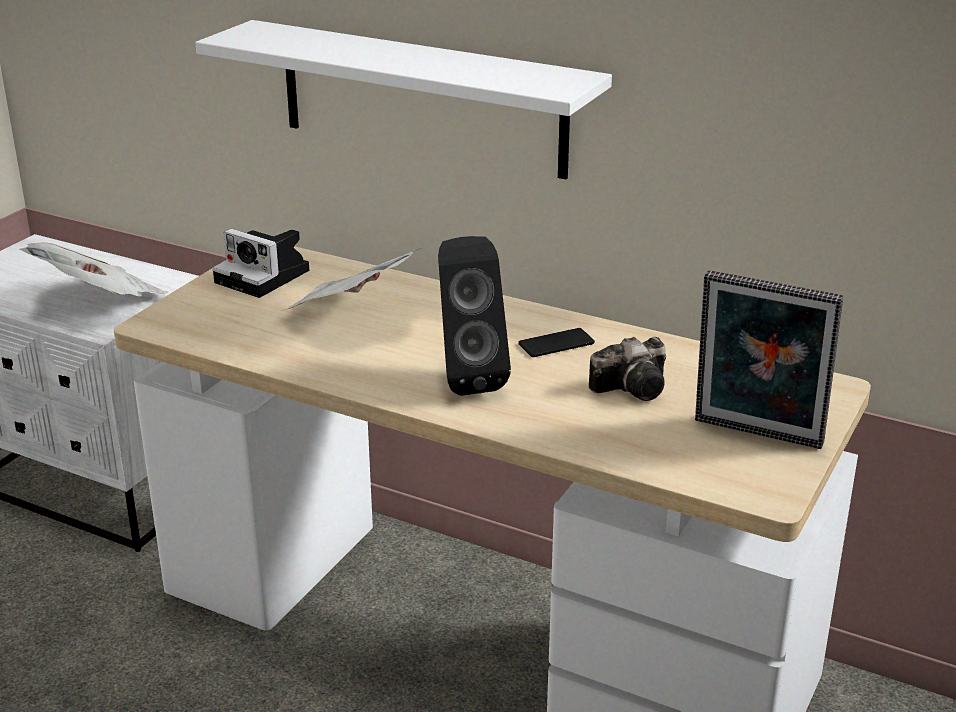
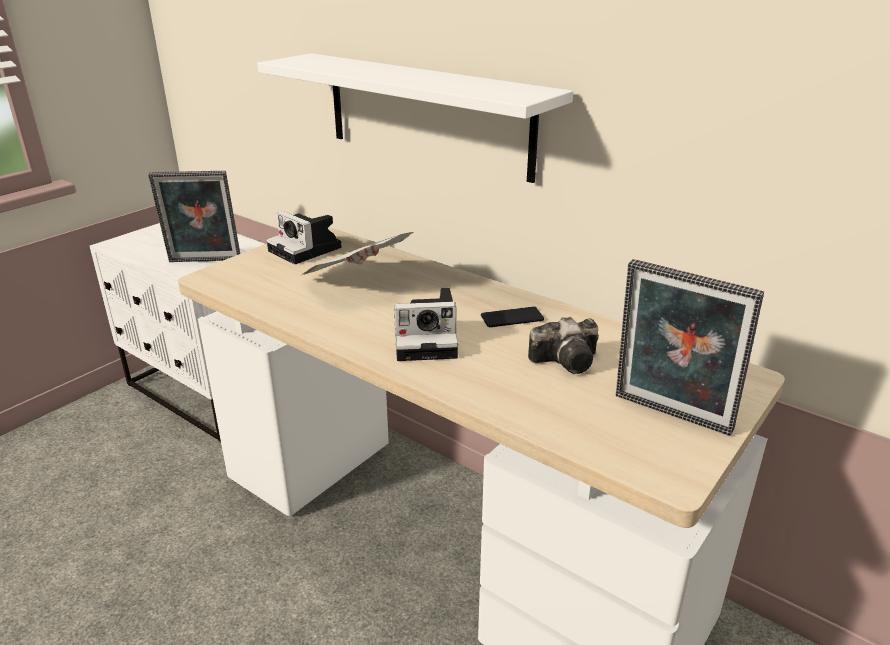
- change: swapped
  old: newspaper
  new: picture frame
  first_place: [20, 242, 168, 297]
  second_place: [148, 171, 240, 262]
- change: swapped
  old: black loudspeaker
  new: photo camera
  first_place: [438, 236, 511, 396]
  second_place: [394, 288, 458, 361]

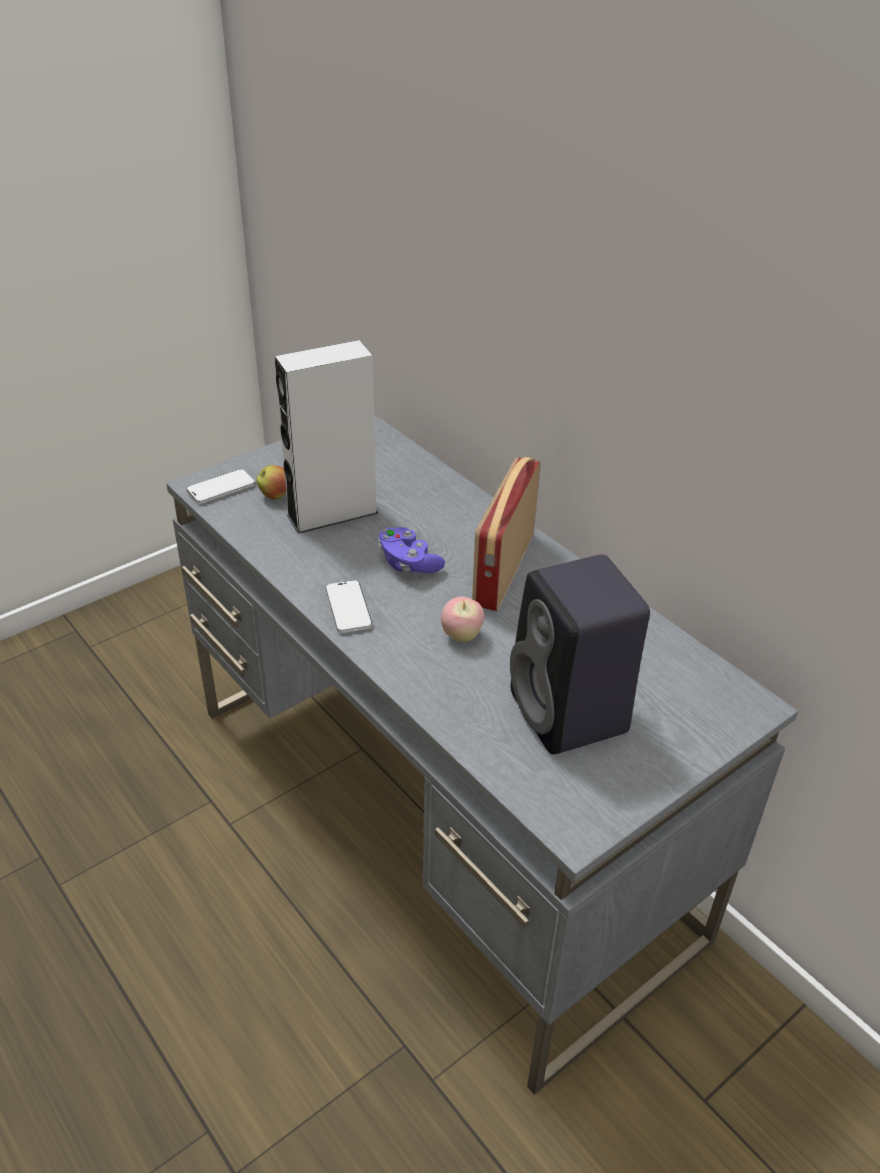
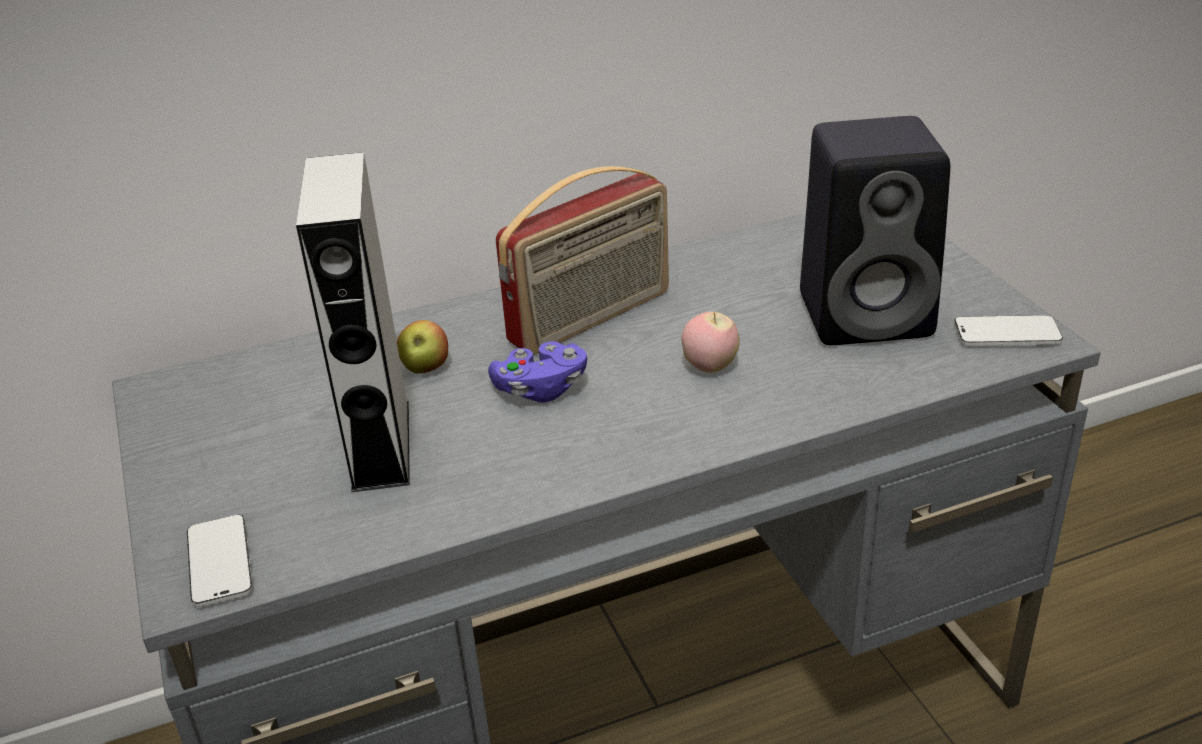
- change: shifted
  old: apple fruit
  first_place: [256, 465, 286, 500]
  second_place: [397, 320, 448, 373]
- change: shifted
  old: phone
  first_place: [325, 580, 372, 633]
  second_place: [954, 315, 1063, 346]
- change: rotated
  old: radio
  first_place: [472, 457, 541, 611]
  second_place: [496, 166, 669, 355]
  degrees: -75

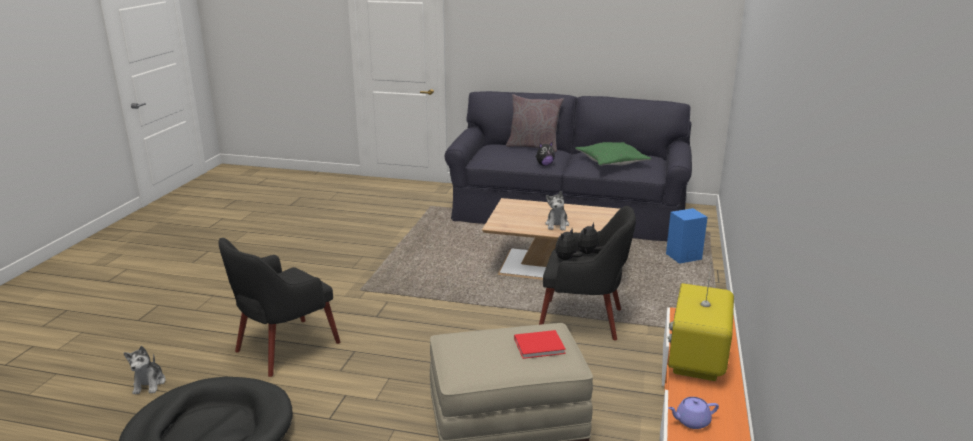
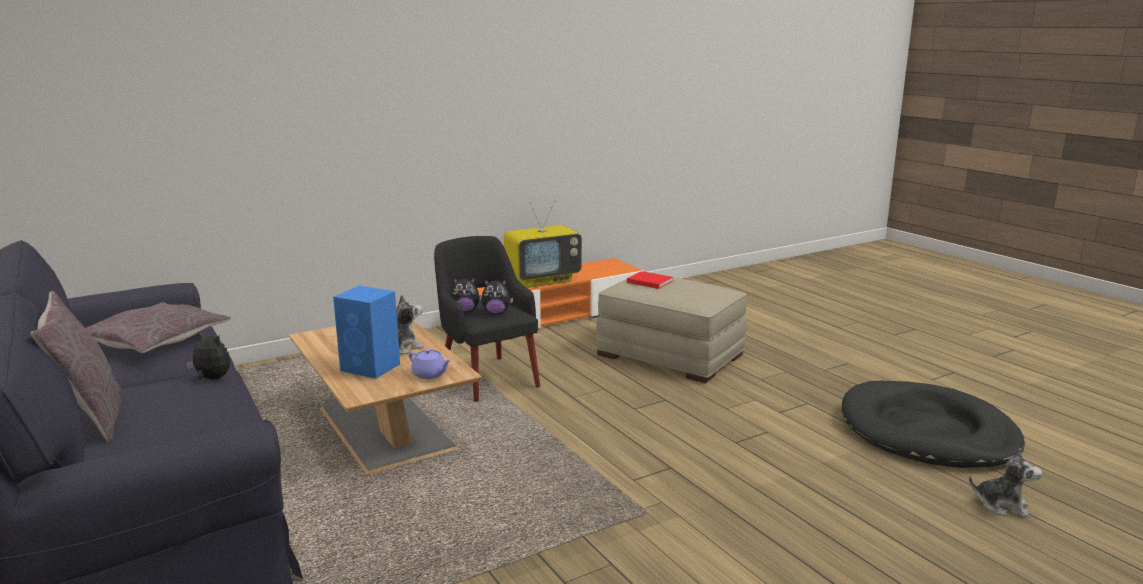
- change: gone
  old: black easy chair
  first_place: [219, 238, 340, 377]
- change: shifted
  old: bluish loudspeaker
  first_place: [666, 208, 708, 264]
  second_place: [333, 286, 400, 379]
- change: shifted
  old: purple teapot
  first_place: [668, 397, 719, 429]
  second_place: [409, 349, 451, 379]
- change: repainted
  old: green cushion
  new: grey cushion
  first_place: [575, 142, 652, 166]
  second_place: [86, 302, 231, 353]
- change: rotated
  old: soft toy
  first_place: [124, 346, 165, 395]
  second_place: [969, 448, 1043, 518]
  degrees: 75

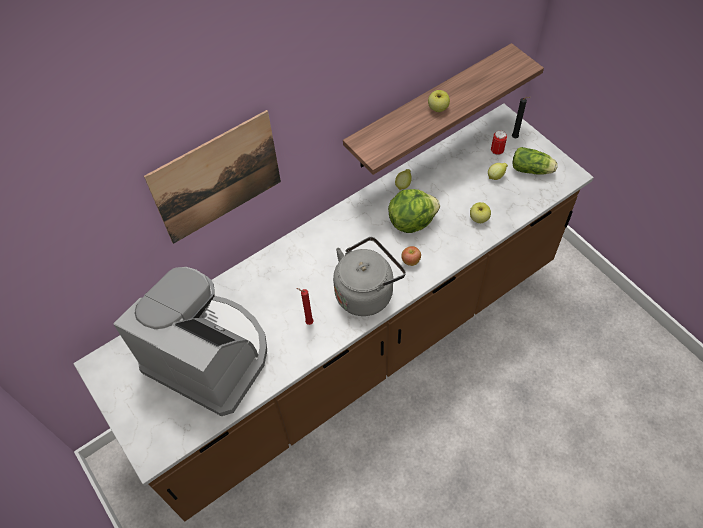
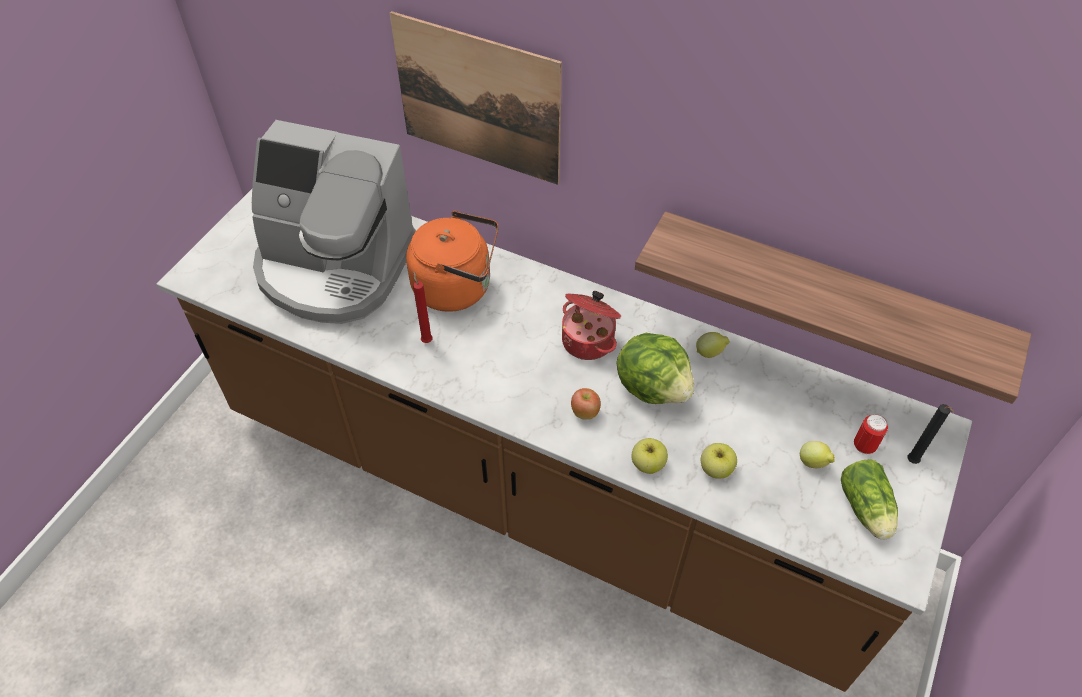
- change: gone
  old: grey water kettle
  first_place: [333, 237, 406, 316]
- change: new
  new: orange-coloured water kettle
  second_place: [406, 211, 498, 312]
- change: new
  new: saucepot
  second_place: [562, 291, 621, 360]
- change: shifted
  old: apple fruit
  first_place: [428, 90, 450, 112]
  second_place: [632, 438, 668, 474]
- change: rotated
  old: coffee maker
  first_place: [113, 267, 267, 416]
  second_place: [252, 120, 416, 324]
  degrees: 105

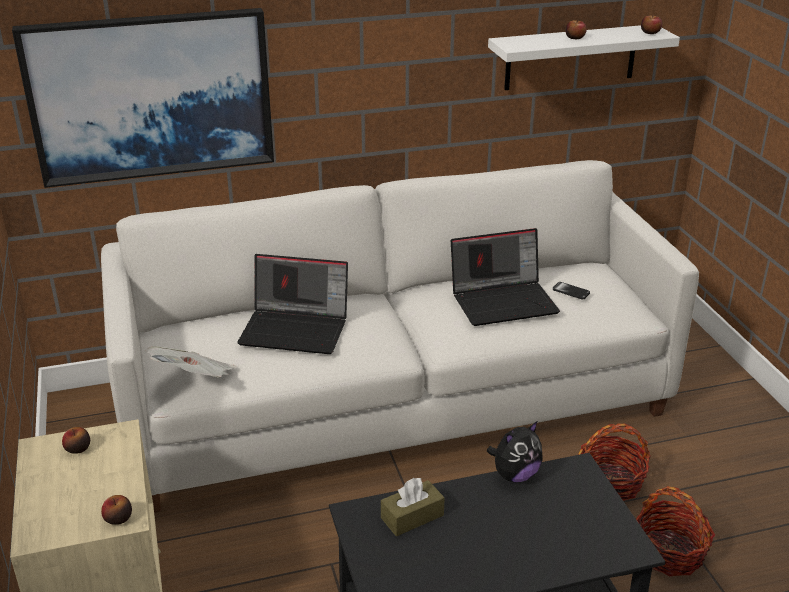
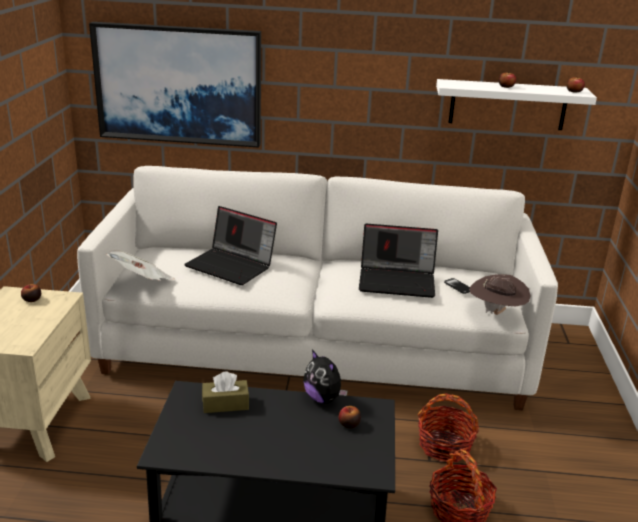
- change: new
  new: brownish wearable hat
  second_place: [469, 274, 531, 315]
- change: shifted
  old: apple fruit
  first_place: [101, 495, 132, 525]
  second_place: [339, 406, 361, 428]
- change: rotated
  old: soft toy
  first_place: [487, 421, 543, 482]
  second_place: [303, 350, 348, 403]
  degrees: 60

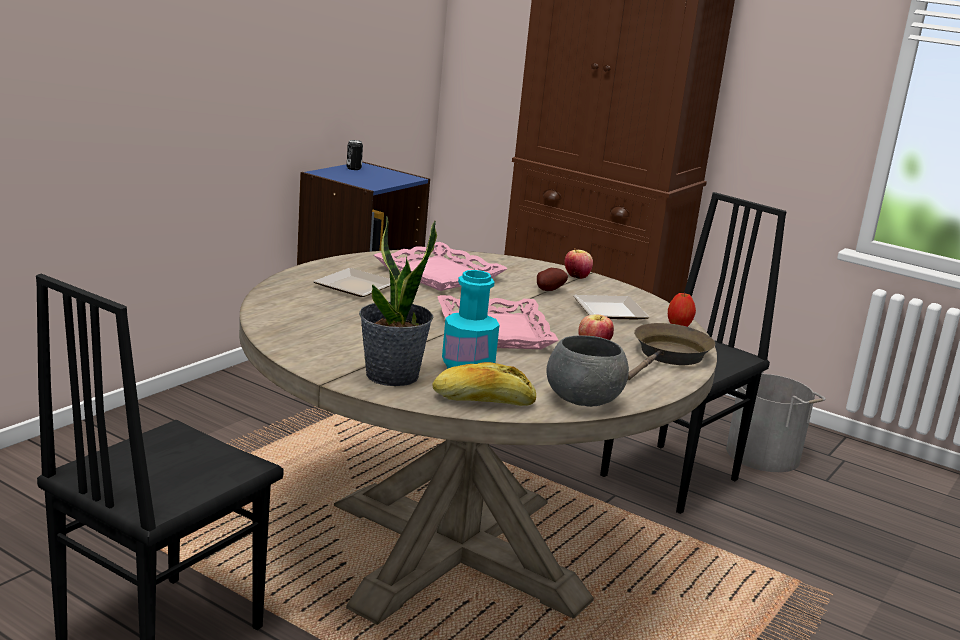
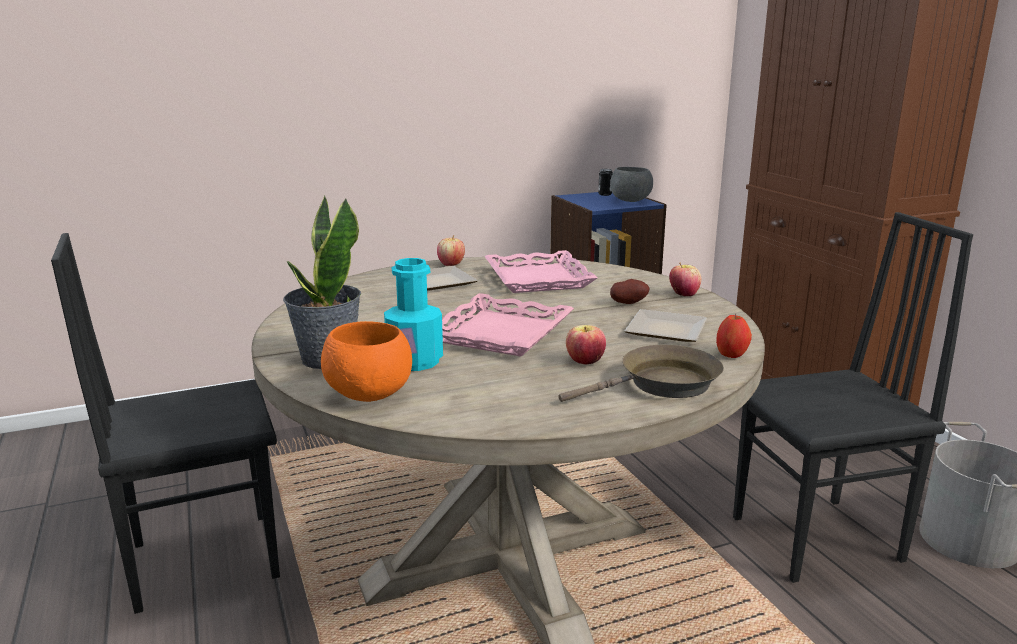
- change: new
  new: apple fruit
  second_place: [437, 235, 465, 266]
- change: shifted
  old: grey bowl
  first_place: [547, 335, 629, 407]
  second_place: [610, 167, 653, 202]
- change: swapped
  old: baked bread
  new: orange-coloured bowl
  first_place: [432, 362, 536, 406]
  second_place: [321, 321, 412, 402]

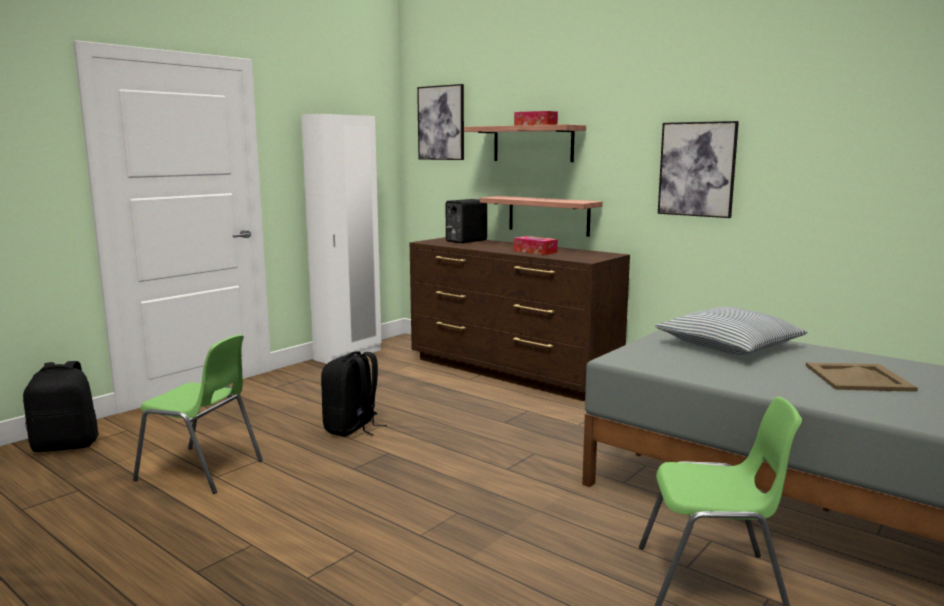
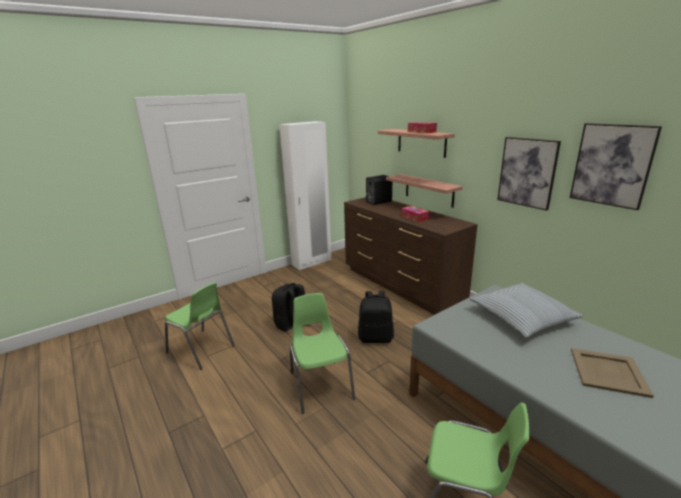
- change: new
  new: green chair
  second_place: [290, 293, 355, 414]
- change: shifted
  old: black rucksack
  first_place: [23, 361, 99, 452]
  second_place: [358, 291, 394, 343]
- change: shifted
  old: wall picture
  first_place: [417, 84, 464, 160]
  second_place: [570, 123, 662, 210]

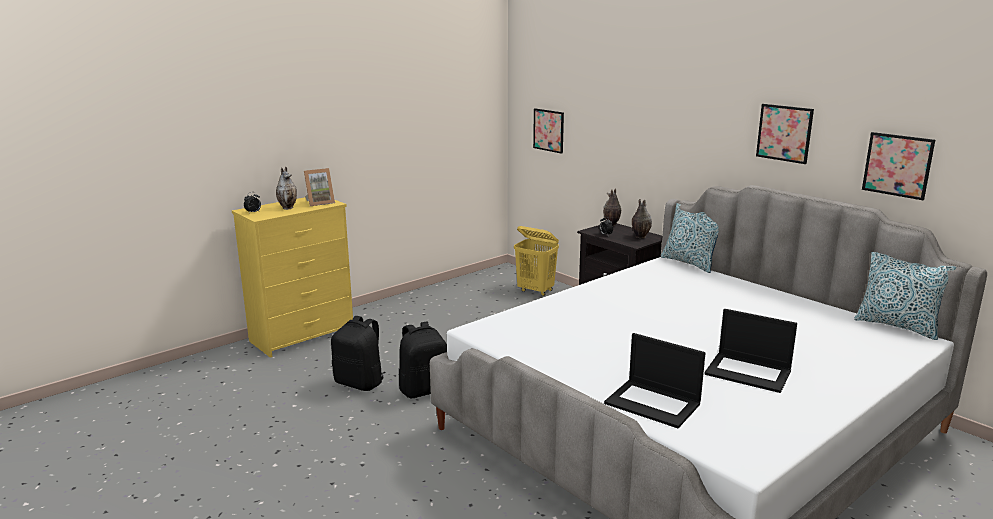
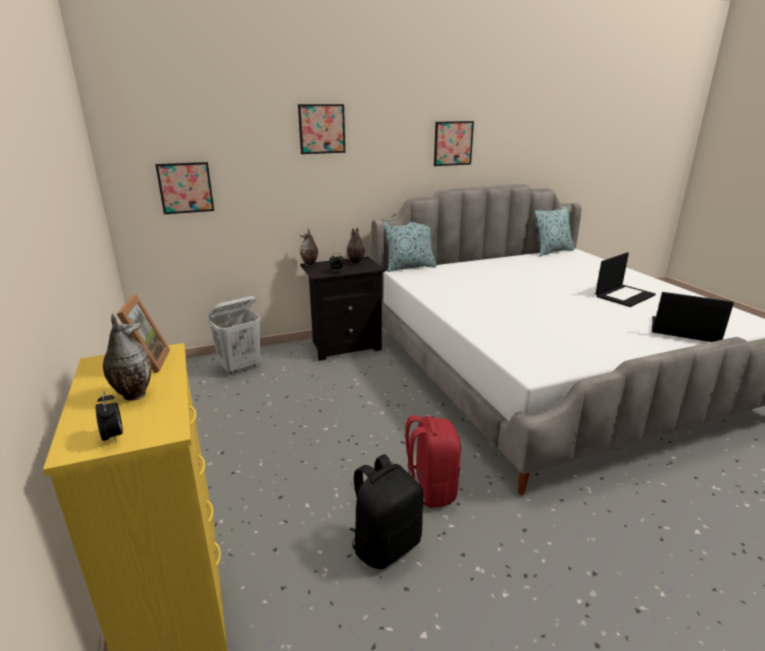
- change: shifted
  old: wall picture
  first_place: [862, 132, 935, 200]
  second_place: [298, 104, 345, 154]
- change: repainted
  old: black rucksack
  new: red rucksack
  first_place: [399, 321, 447, 398]
  second_place: [405, 415, 461, 508]
- change: repainted
  old: yellow-coloured hamper
  new: white-coloured hamper
  first_place: [514, 226, 559, 296]
  second_place: [208, 296, 261, 375]
- change: rotated
  old: laptop
  first_place: [604, 333, 705, 428]
  second_place: [652, 292, 734, 342]
  degrees: -120

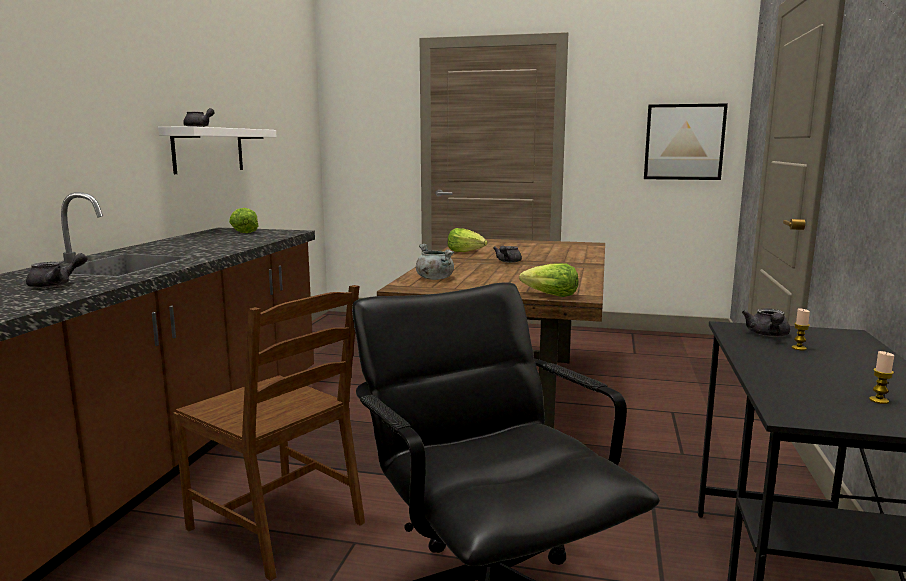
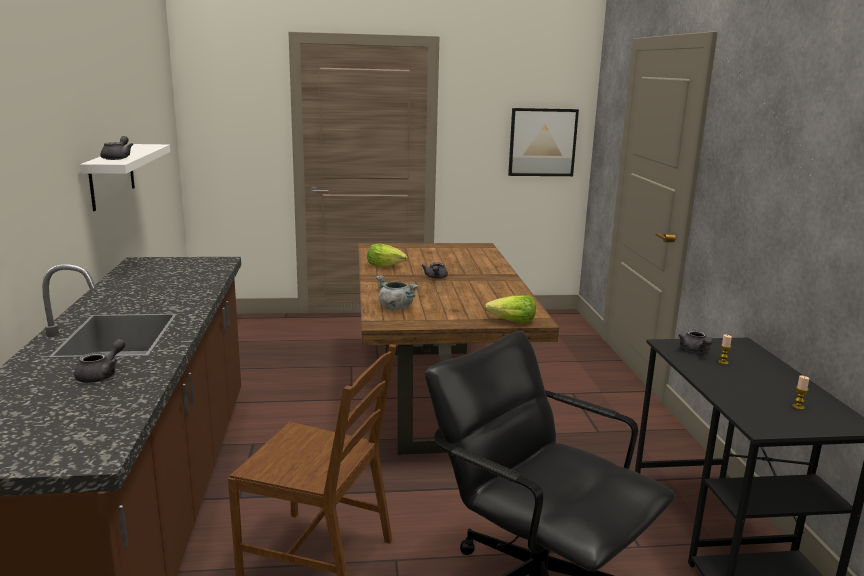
- change: gone
  old: lettuce head
  first_place: [229, 208, 259, 233]

